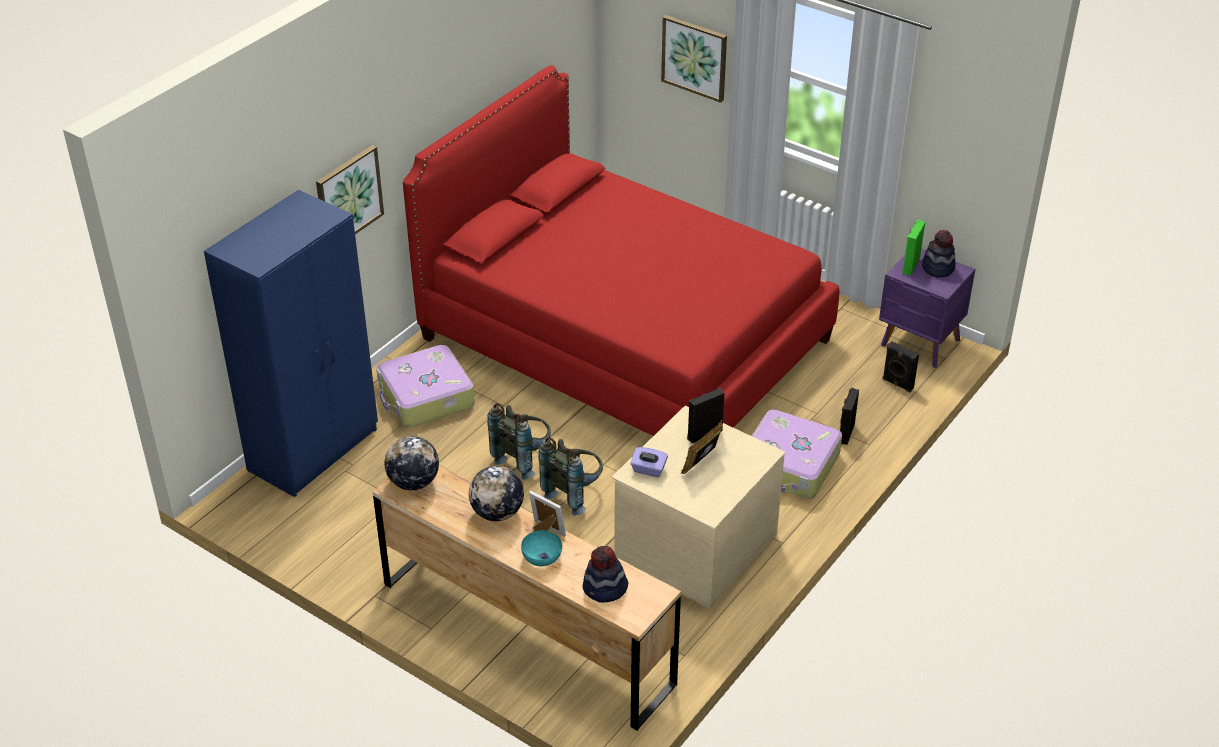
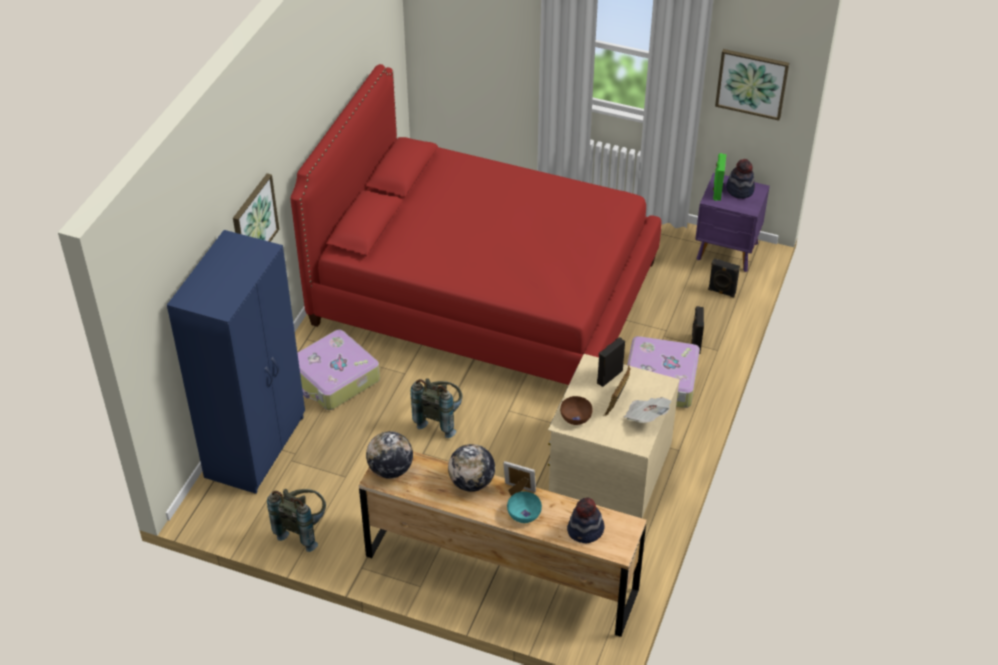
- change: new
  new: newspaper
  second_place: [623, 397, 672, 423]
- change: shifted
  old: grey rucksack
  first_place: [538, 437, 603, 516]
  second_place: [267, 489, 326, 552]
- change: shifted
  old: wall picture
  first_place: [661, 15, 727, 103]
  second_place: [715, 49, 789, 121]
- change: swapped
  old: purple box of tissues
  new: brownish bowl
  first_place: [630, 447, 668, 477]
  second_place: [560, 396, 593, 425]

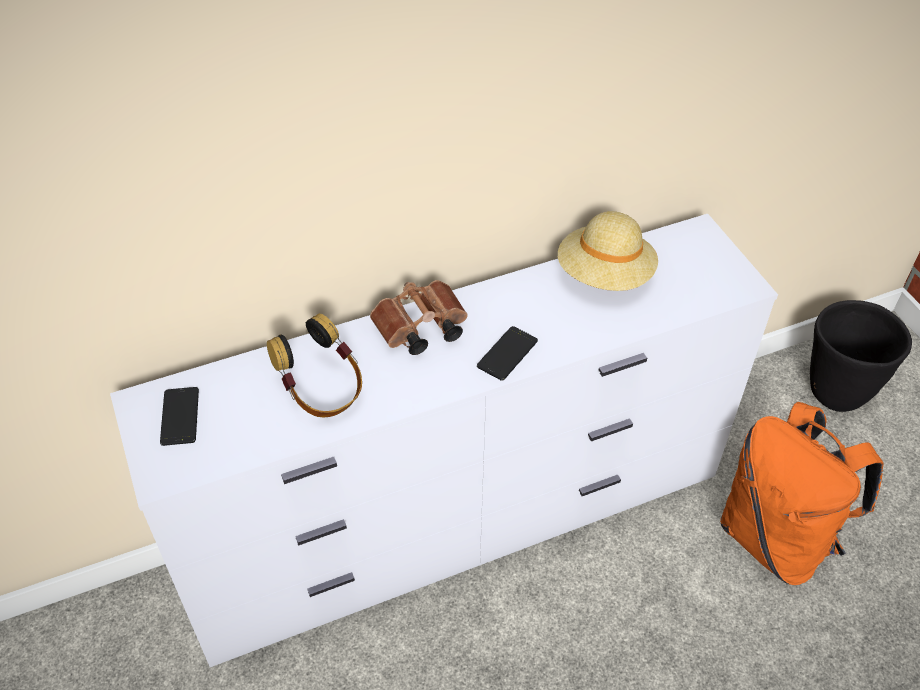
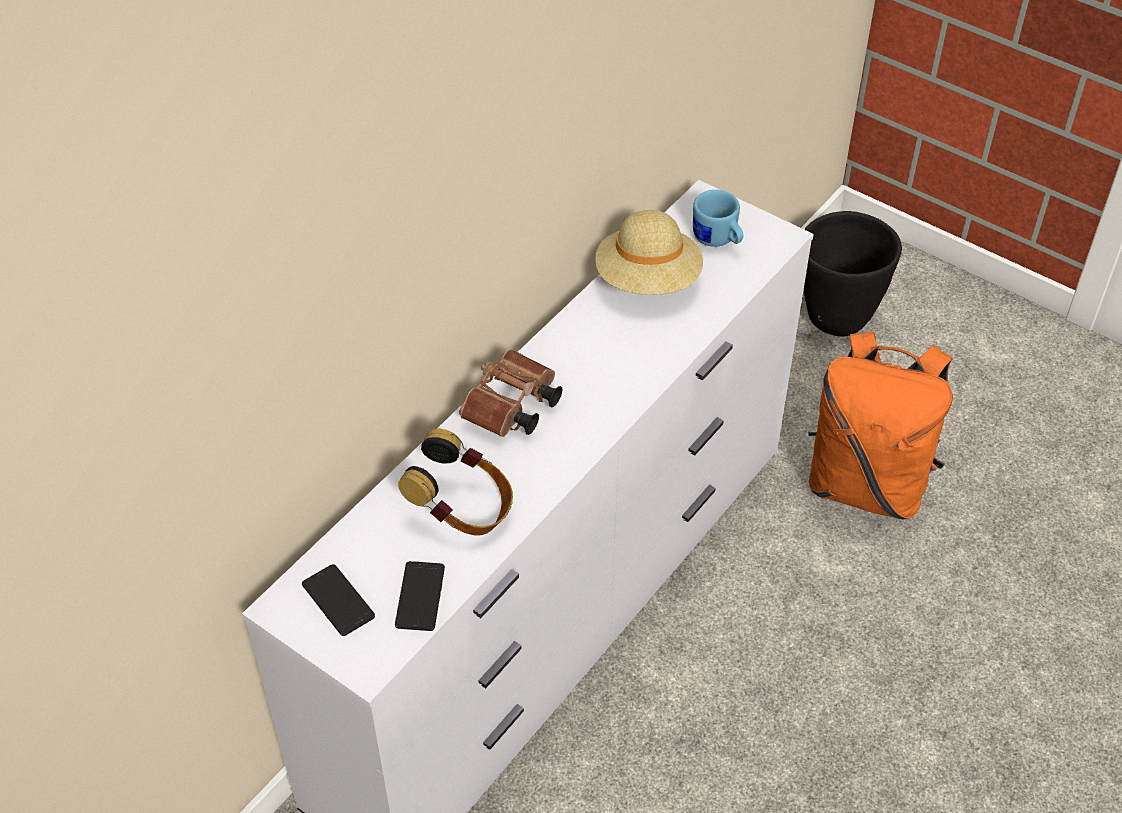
- change: new
  new: bluish coffee mug
  second_place: [693, 190, 743, 247]
- change: shifted
  old: phone
  first_place: [477, 326, 538, 381]
  second_place: [395, 561, 445, 631]

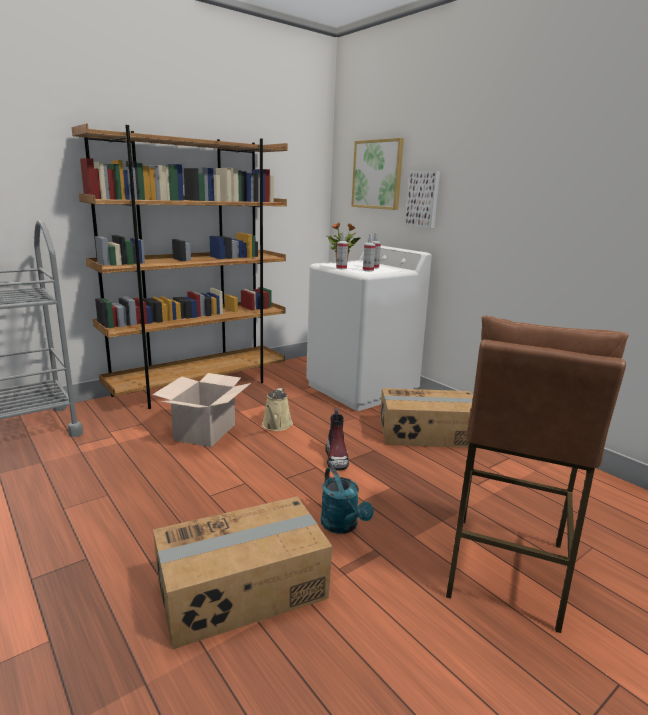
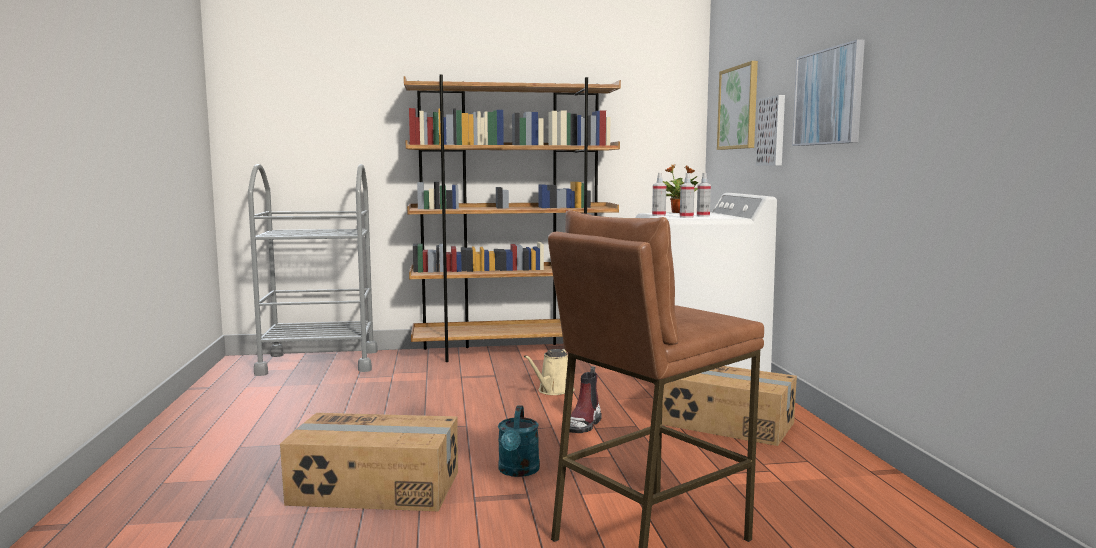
- change: gone
  old: carton
  first_place: [152, 373, 251, 447]
- change: new
  new: wall picture
  second_place: [792, 39, 865, 146]

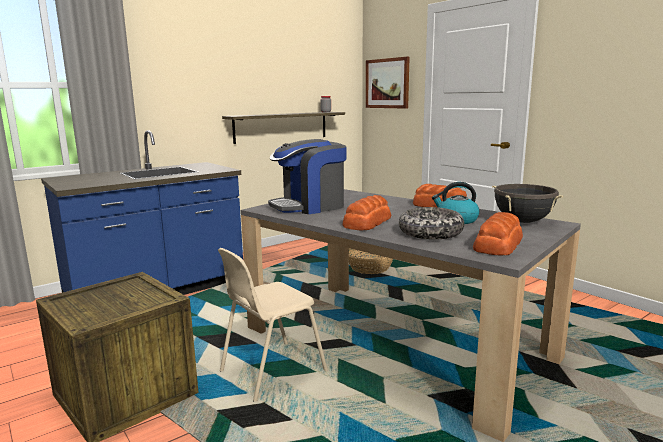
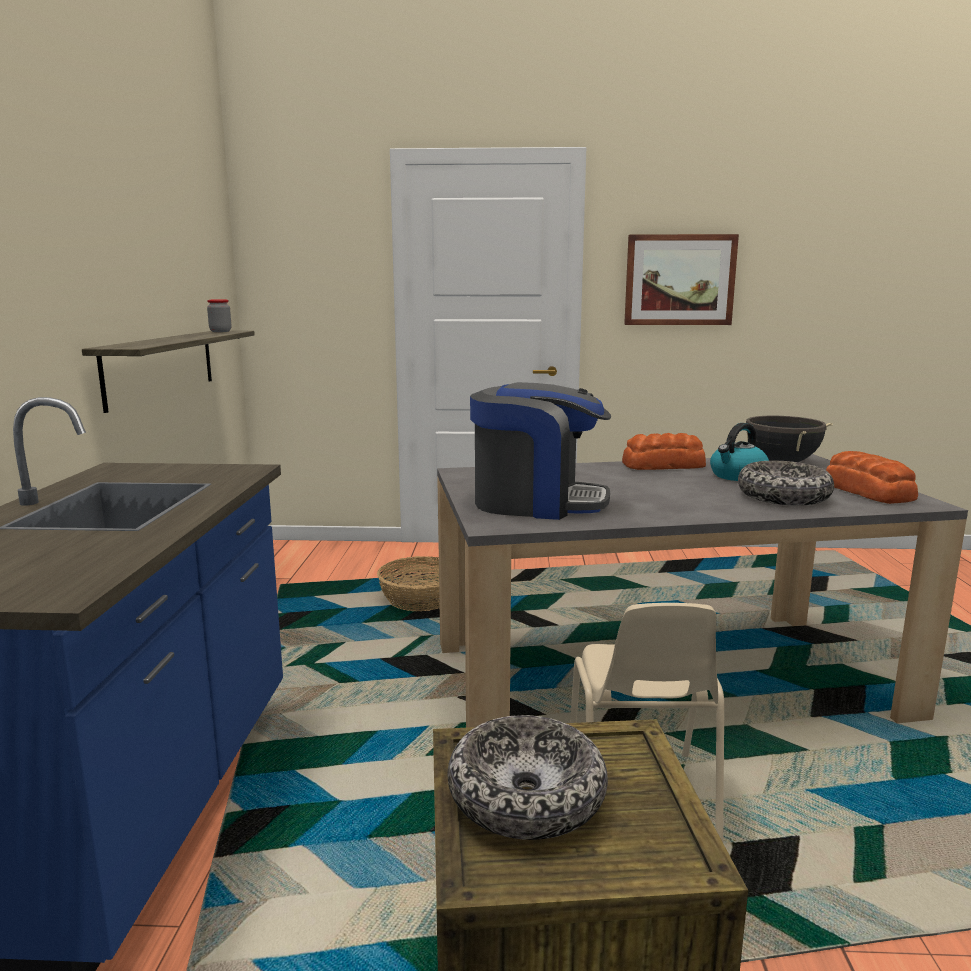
- change: gone
  old: baked bread
  first_place: [343, 195, 391, 230]
- change: new
  new: bowl
  second_place: [447, 715, 608, 840]
- change: shifted
  old: wall picture
  first_place: [366, 57, 410, 109]
  second_place: [624, 234, 739, 325]
- change: rotated
  old: coffee maker
  first_place: [268, 139, 347, 214]
  second_place: [470, 382, 611, 520]
  degrees: -90

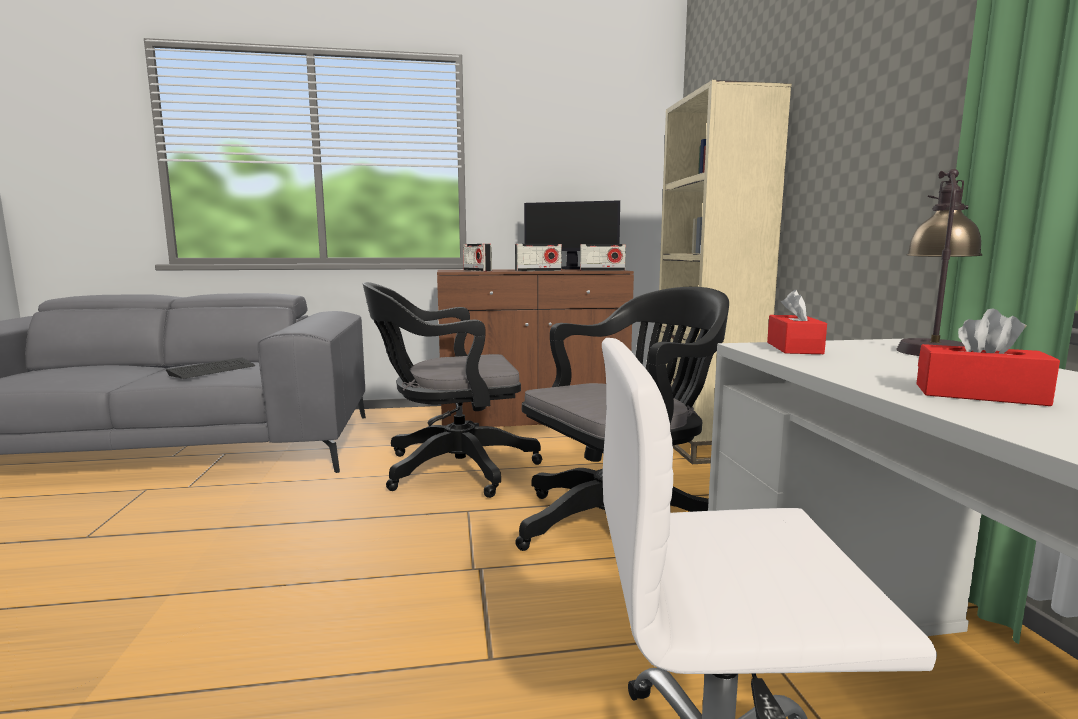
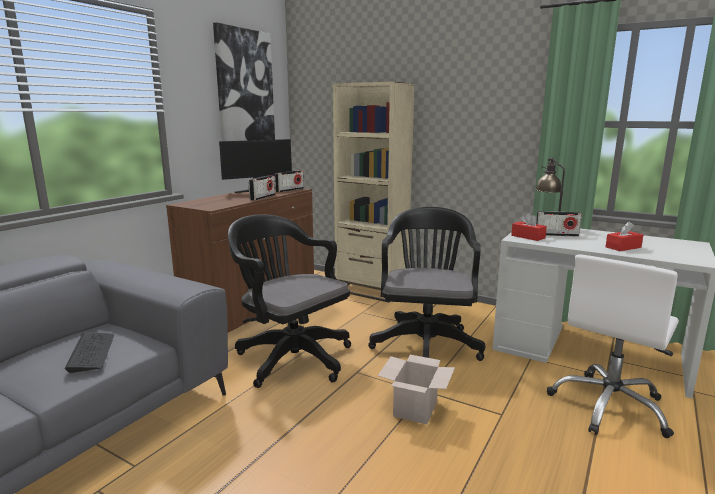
- change: new
  new: wall picture
  second_place: [213, 22, 275, 141]
- change: new
  new: carton
  second_place: [378, 355, 455, 424]
- change: shifted
  old: radio
  first_place: [463, 244, 492, 271]
  second_place: [536, 211, 582, 237]
- change: rotated
  old: black office chair
  first_place: [363, 282, 542, 498]
  second_place: [228, 215, 351, 388]
  degrees: 105

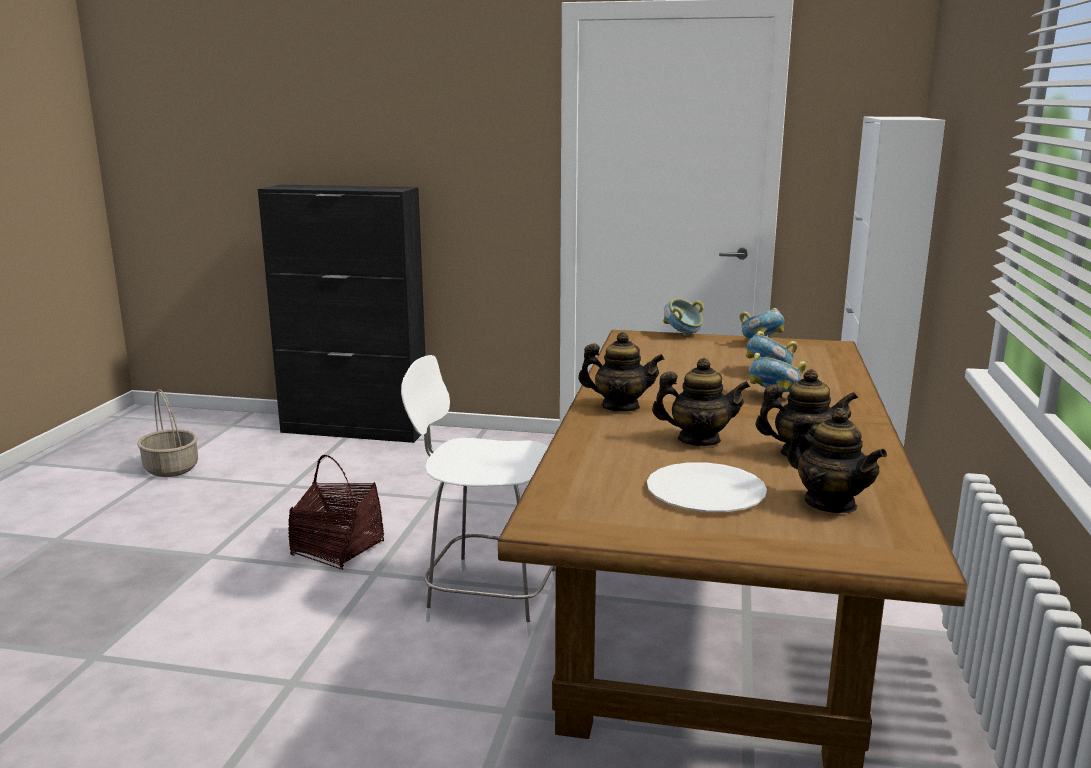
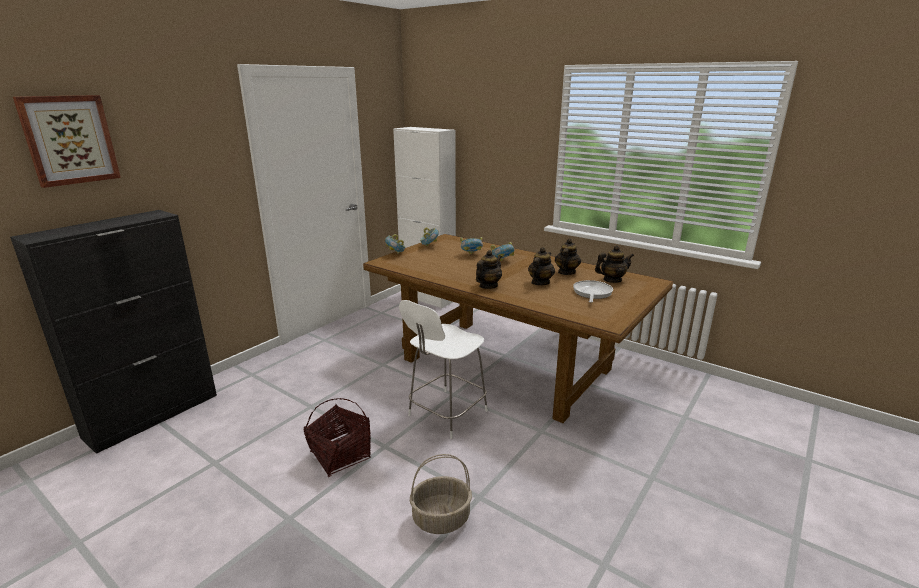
- change: new
  new: wall picture
  second_place: [13, 95, 121, 188]
- change: shifted
  old: household basket
  first_place: [137, 389, 198, 477]
  second_place: [410, 454, 472, 534]
- change: swapped
  old: white-coloured flat dish
  new: pan
  first_place: [647, 462, 767, 512]
  second_place: [573, 280, 613, 303]

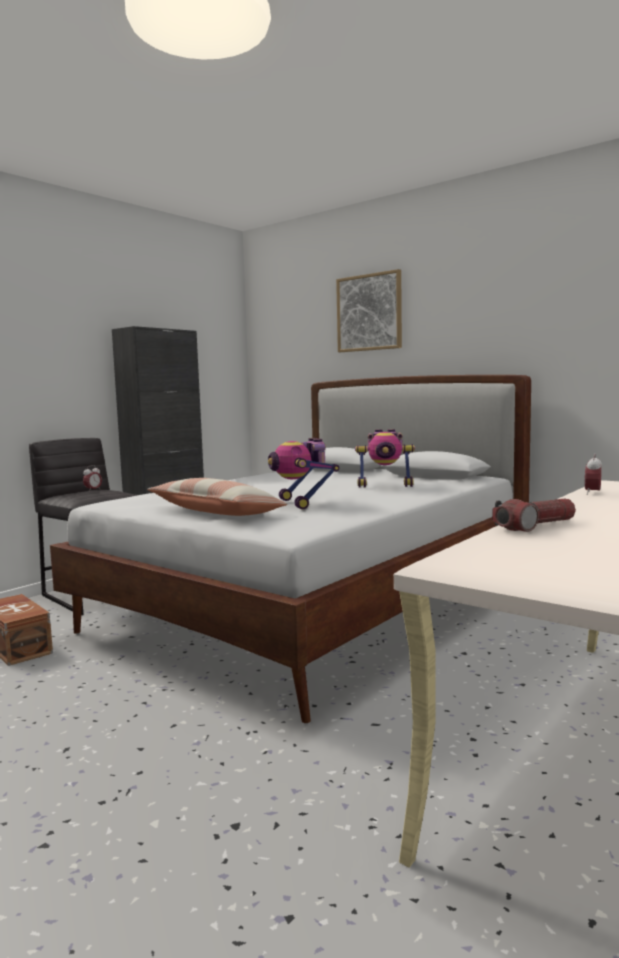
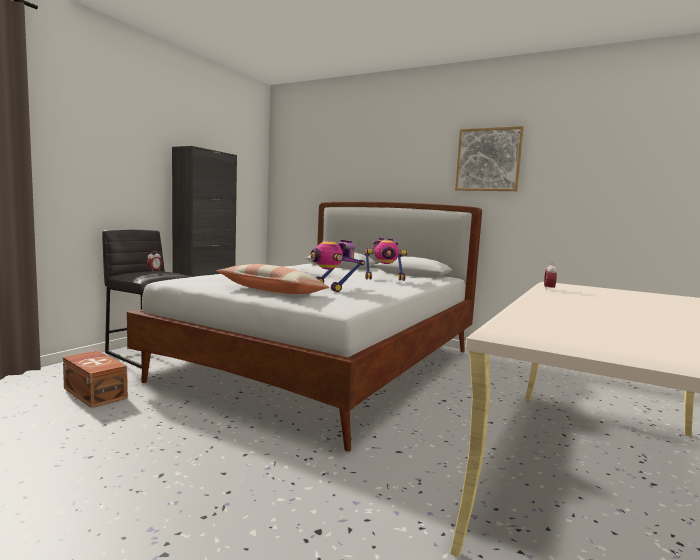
- change: gone
  old: torch
  first_place: [492, 499, 576, 532]
- change: shifted
  old: wall picture
  first_place: [336, 269, 402, 352]
  second_place: [455, 126, 524, 191]

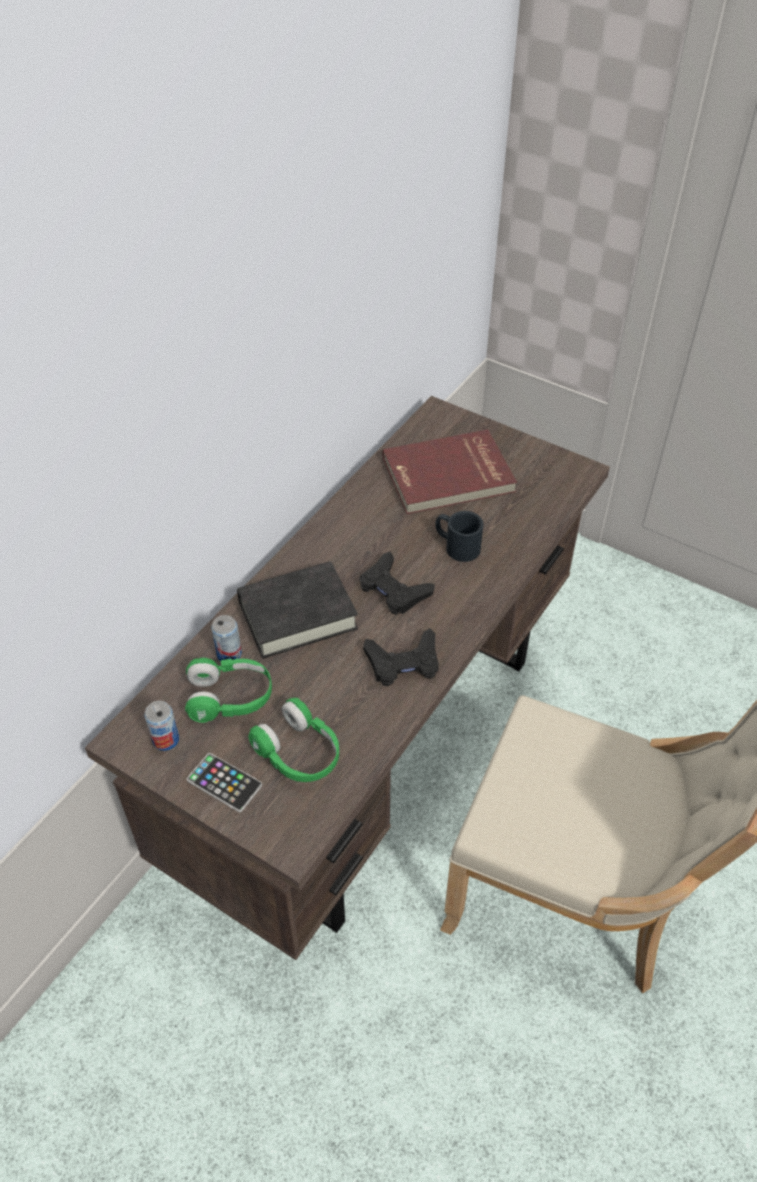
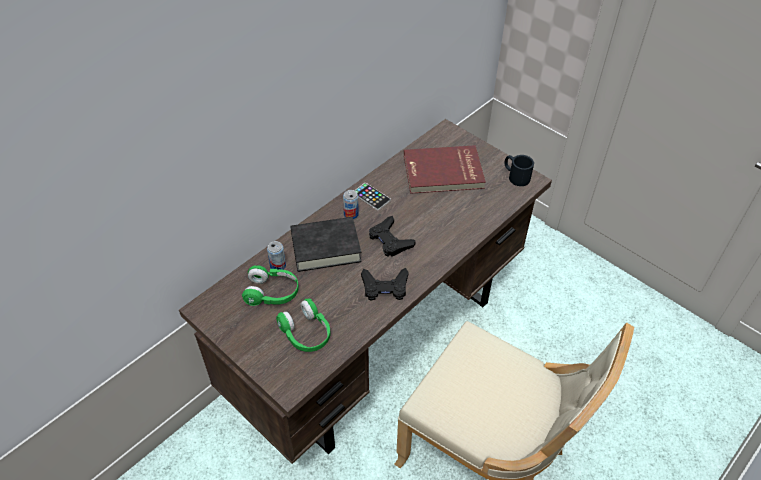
- change: shifted
  old: metal can
  first_place: [144, 701, 179, 751]
  second_place: [343, 190, 359, 219]
- change: shifted
  old: phone
  first_place: [187, 753, 262, 812]
  second_place: [354, 183, 391, 211]
- change: shifted
  old: black coffee mug
  first_place: [435, 511, 484, 562]
  second_place: [504, 155, 534, 186]

